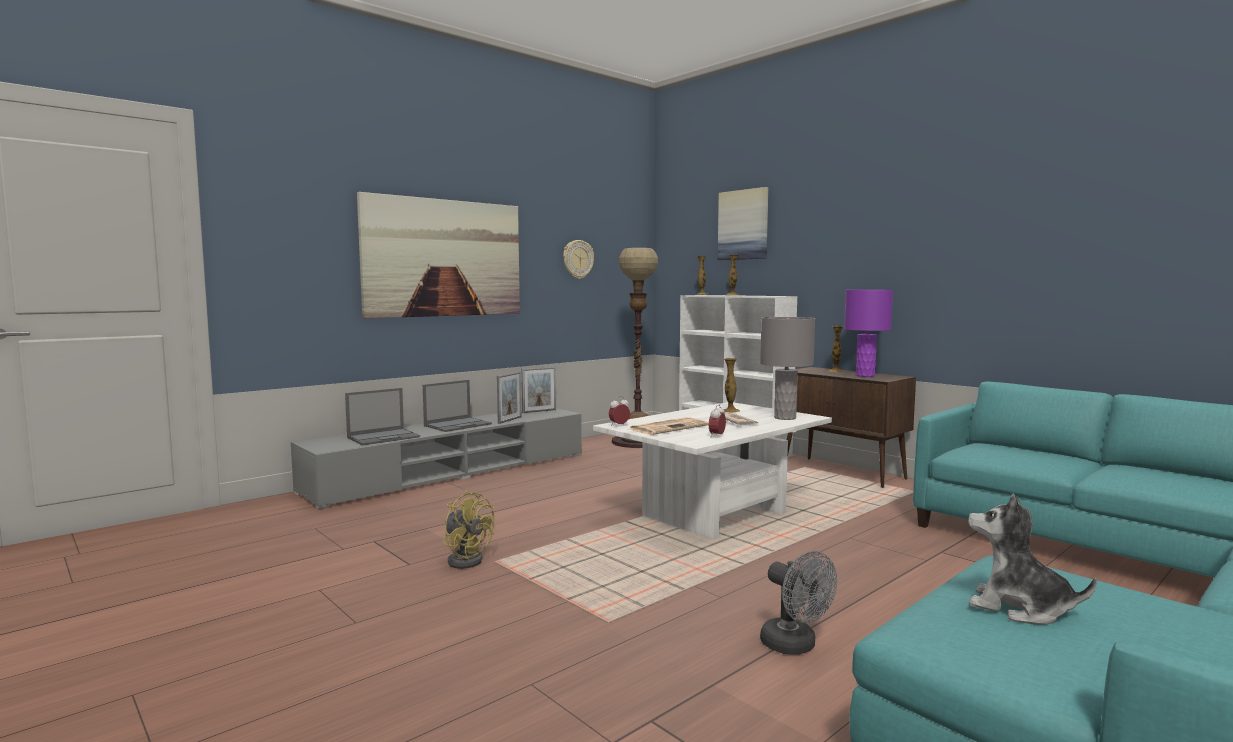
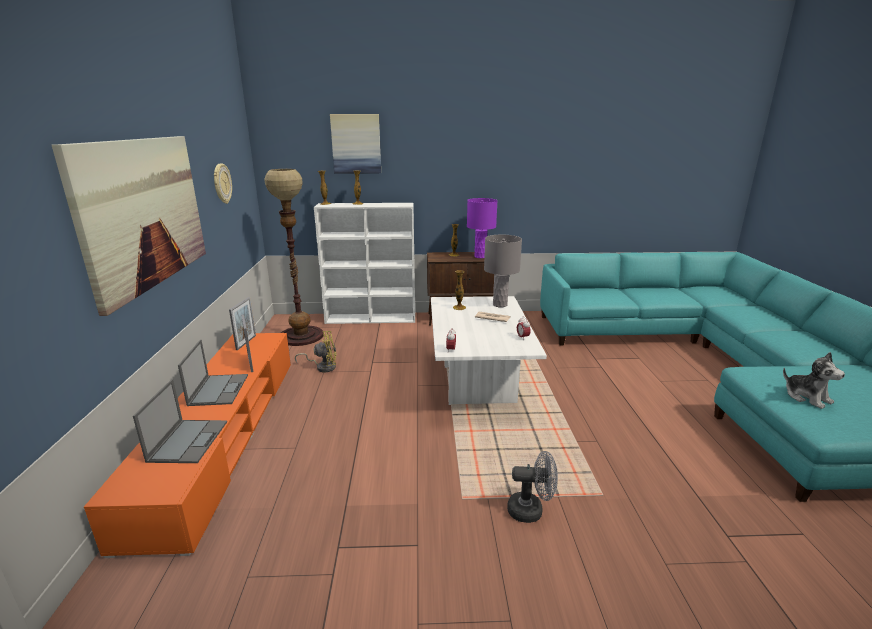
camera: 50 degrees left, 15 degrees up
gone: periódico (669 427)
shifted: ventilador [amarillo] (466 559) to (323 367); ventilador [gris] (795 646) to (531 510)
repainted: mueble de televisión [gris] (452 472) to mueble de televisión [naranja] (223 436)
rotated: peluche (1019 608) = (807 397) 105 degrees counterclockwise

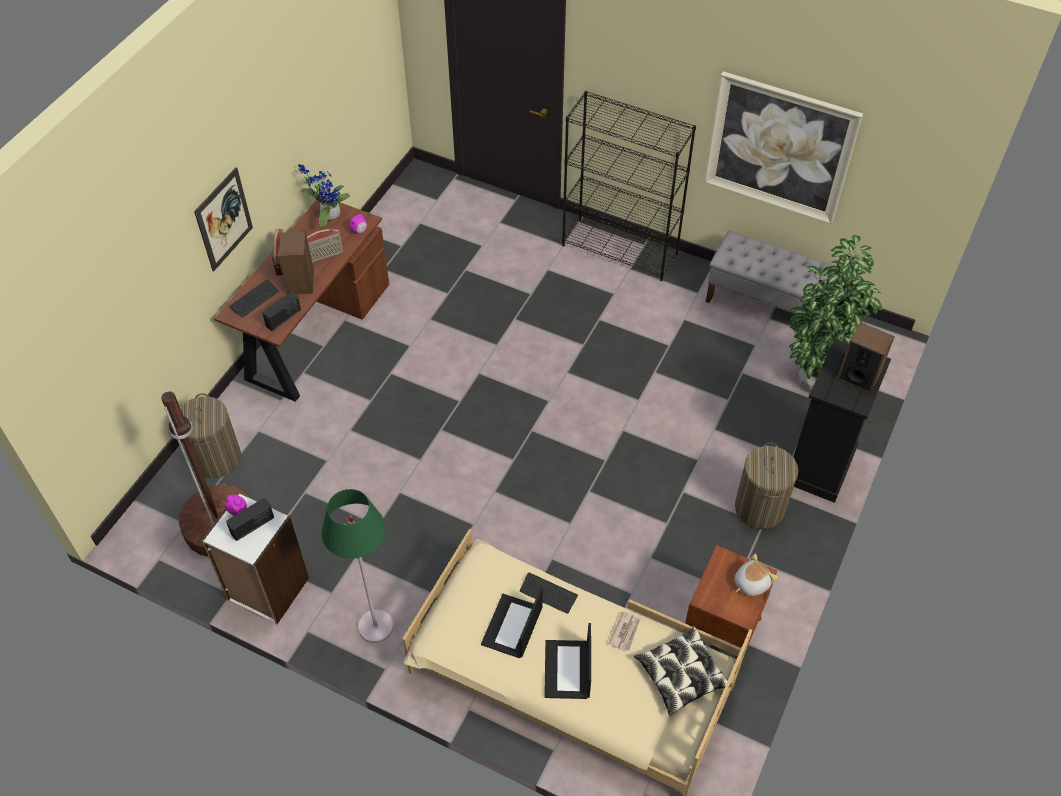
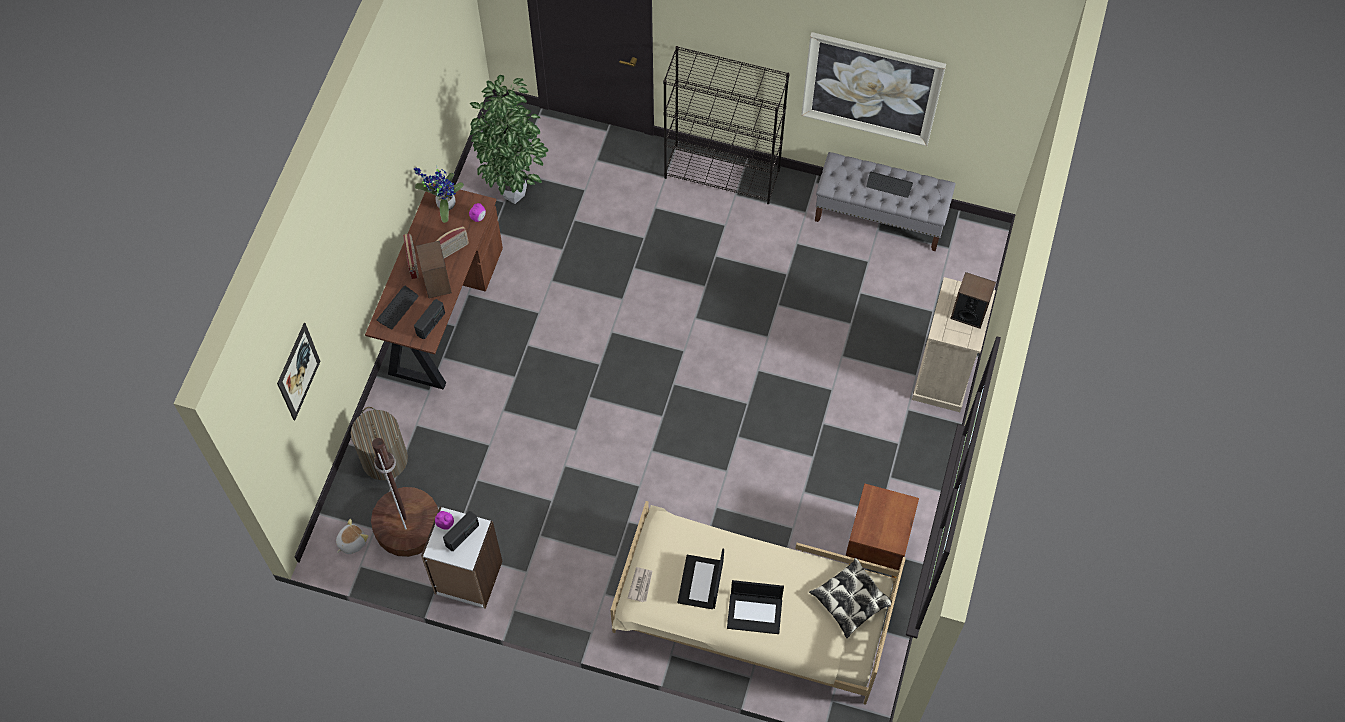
camera: 10 degrees left, 10 degrees up
gone: lámpara de pie [verde] (375 626); cesto de la ropa (759 508)
shifted: cuadro (224 219) to (298 371); teclado (548 593) to (889 185); periódico (625 632) to (641 585); peluche (751 582) to (351 542); planta en maceta (814 382) to (516 192)
repainted: cómoda [negro] (820 465) to cómoda [beis] (943 377)
rotated: portátil (568 670) = (755 612) 75 degrees counterclockwise

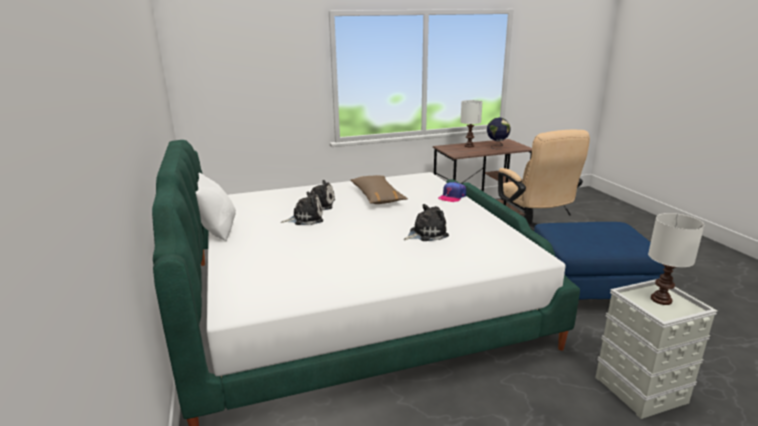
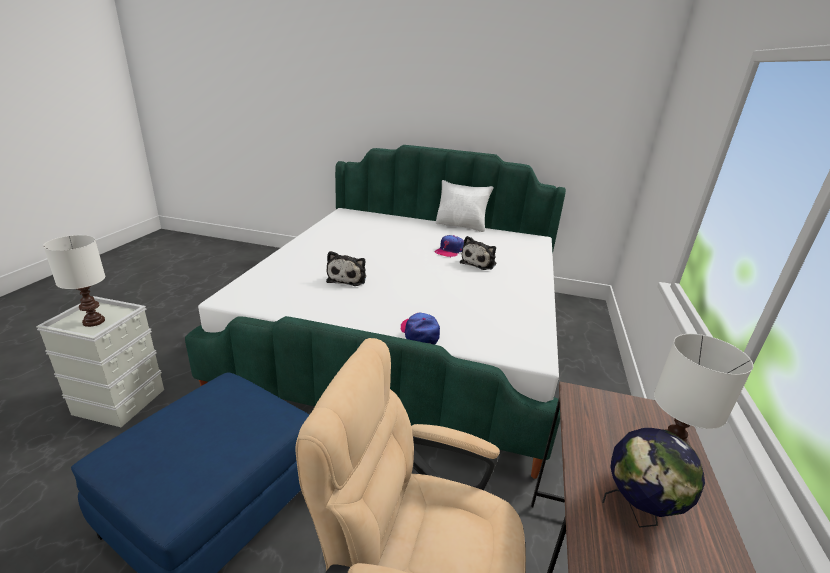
camera: 120 degrees right, 5 degrees up
gone: cojín [marrón] (377 197)
swapped: peluche (305 219) to gorra (449 251)

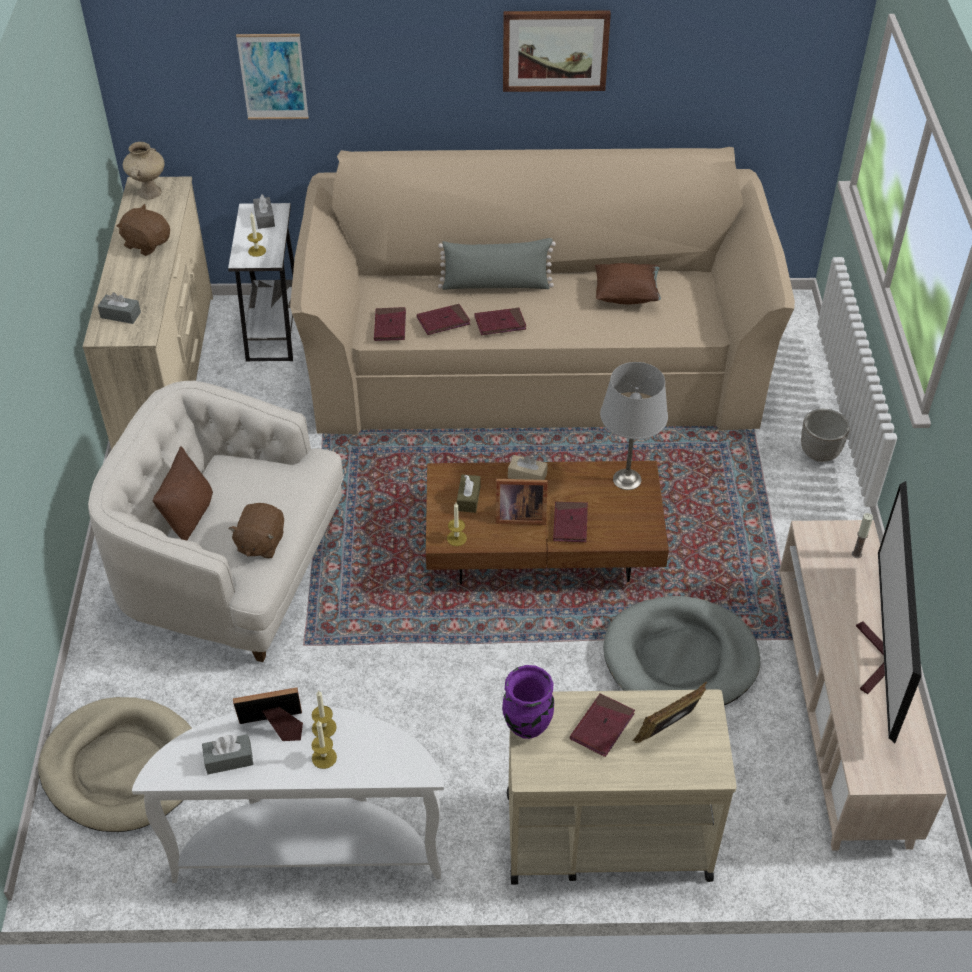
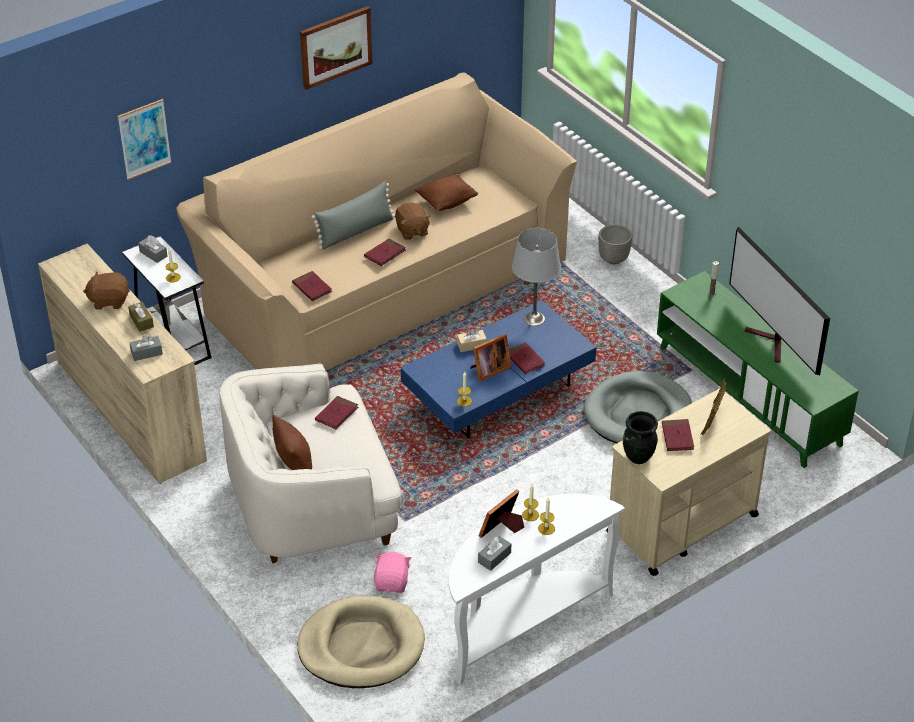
camera: 35 degrees left, 5 degrees down
gone: florero [beis] (149 192)
new: peluche [rosa] (392 582)
shifted: peluche [marrón] (260 543) to (412 231); libro [rojo] (443 321) to (336 414); caja de pañuelos [marrón] (468 498) to (141 321)
repainted: mesa de centro [marrón] (543 547) to mesa de centro [azul] (498 392); florero [morado] (526 726) to florero [negro] (638 457); mueble de televisión [beis] (841 710) to mueble de televisión [verde] (748 395)

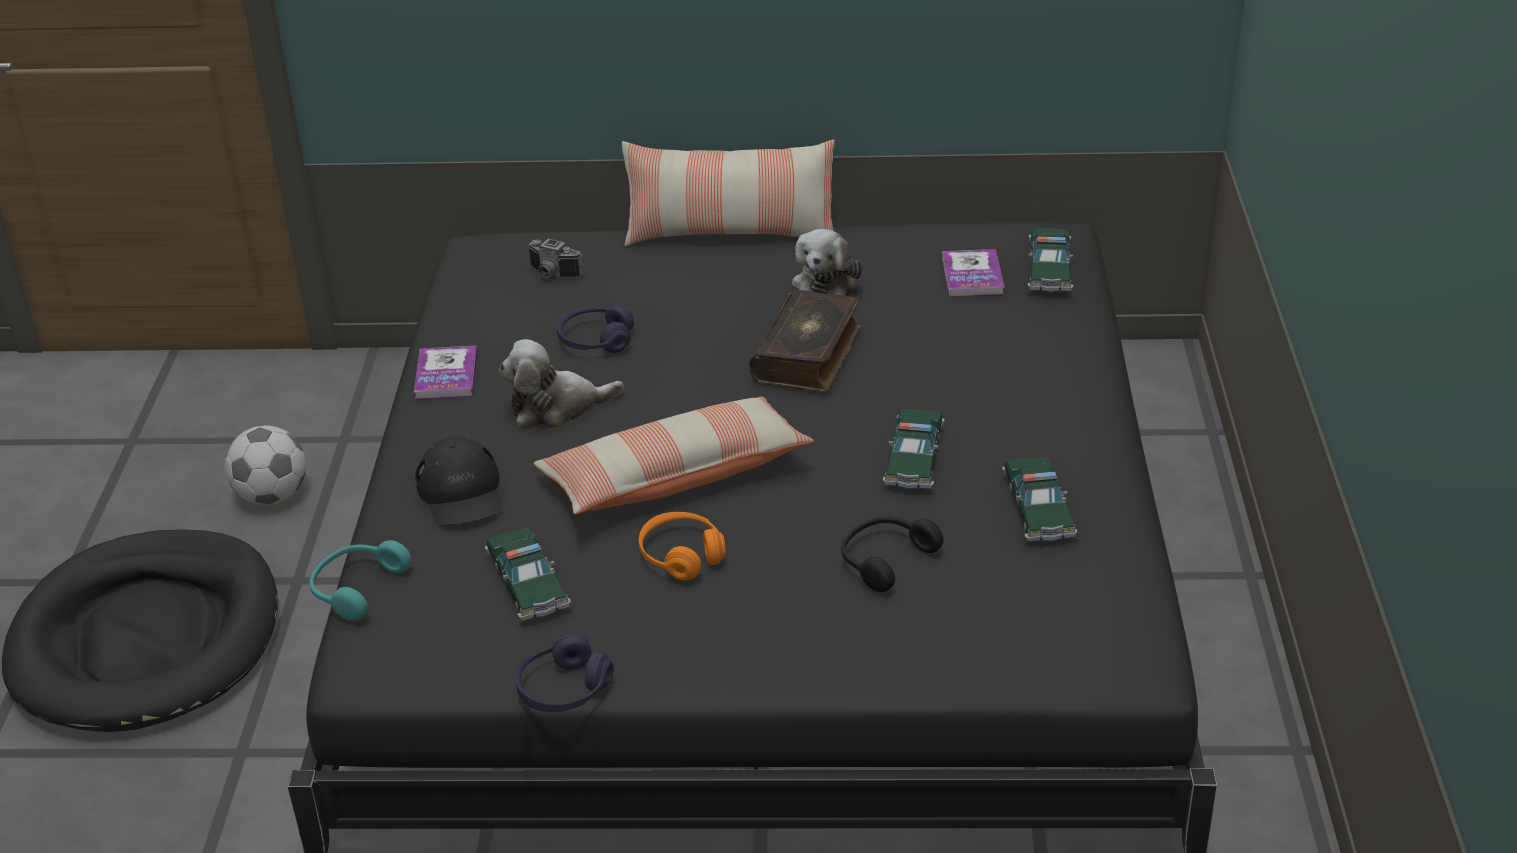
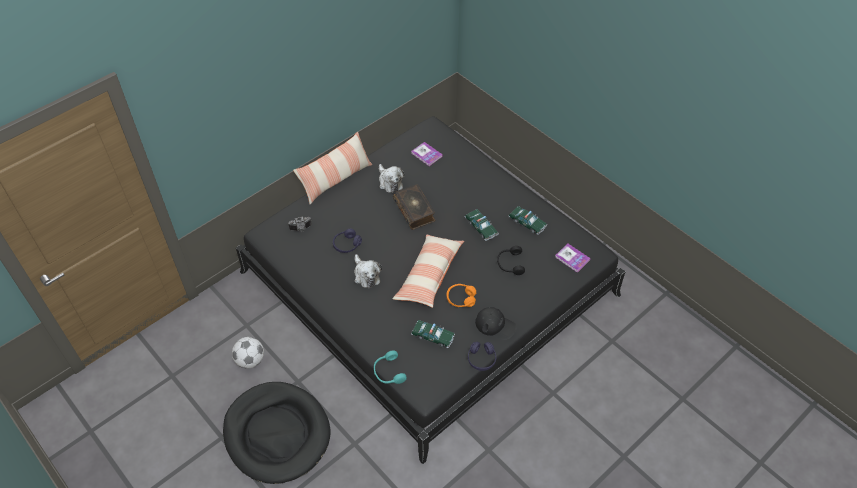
camera: 45 degrees left, 15 degrees up
gone: coche de juguete (1049 270)
shifted: libro (446 374) to (572 258); gorra [negro] (461 493) to (495 325)
rotated: peluche (556 407) = (366 275) 60 degrees counterclockwise

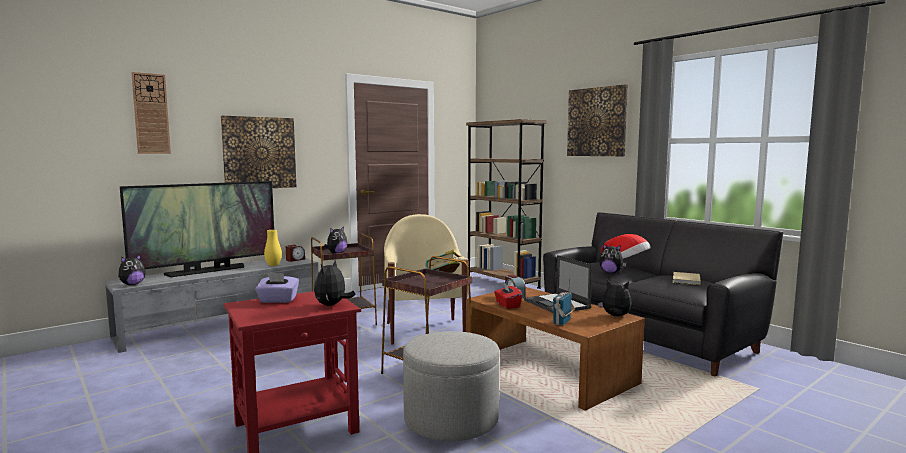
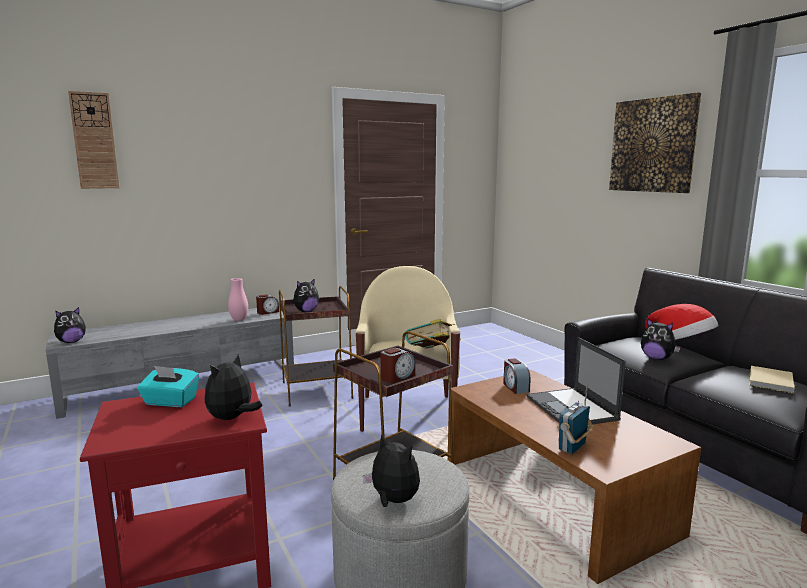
camera: 10 degrees right, 5 degrees up
gone: televisor (206 271); cuadro (259 153); estantería [marrón] (502 283); caja de pañuelos [rojo] (507 305)
new: despertador (397 377)
shifted: peluche (615 316) to (393 501)
repainted: caja de pañuelos [morado] (278 300) to caja de pañuelos [turquesa] (170 402); florero [amarillo] (273 265) to florero [rosa] (239 320)

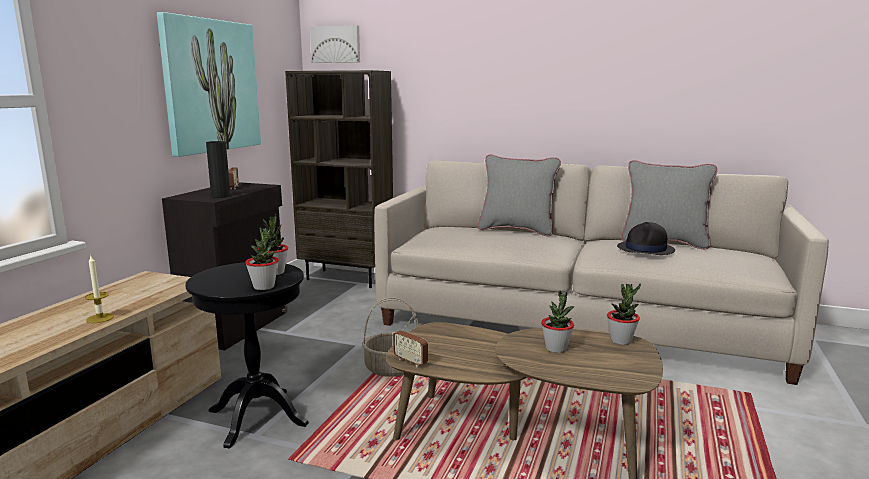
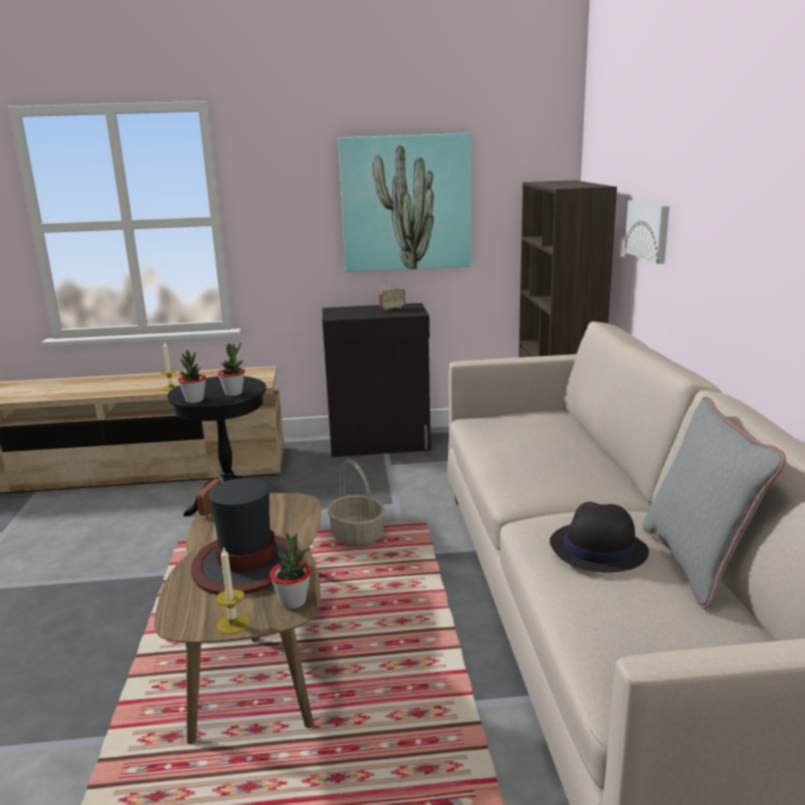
camera: 65 degrees right, 5 degrees up
gone: florero [negro] (220 196); cojín [gris] (517 230)
new: vela (233 623)
shifted: cuadro (336 44) to (649 230)
swapped: planta en maceta (556 349) to sombrero (247 565)

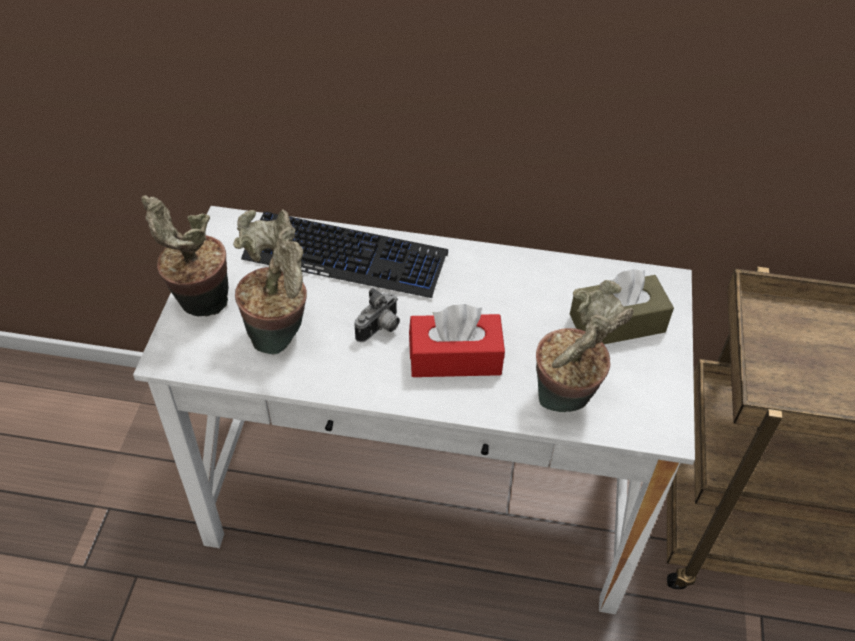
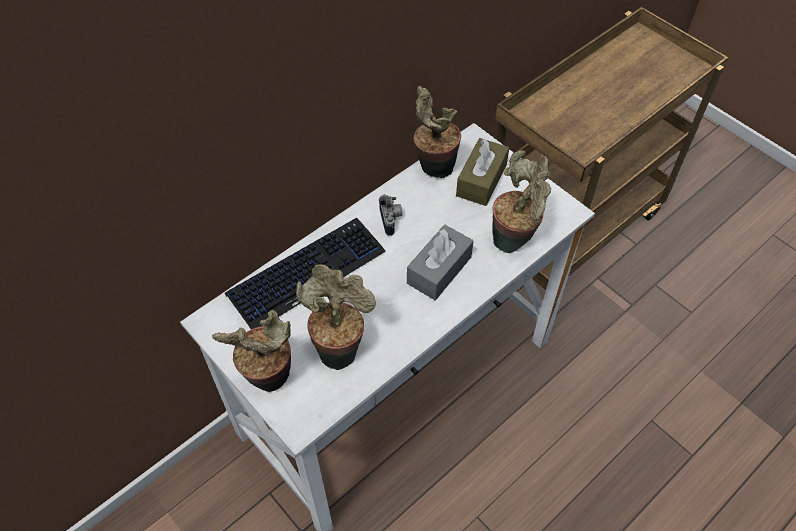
camera: 50 degrees left, 5 degrees up
new: planta en maceta (433 167)
shifted: cámara (380 329) to (391 220)
repainted: caja de pañuelos [rojo] (455 357) to caja de pañuelos [gris] (439 270)

